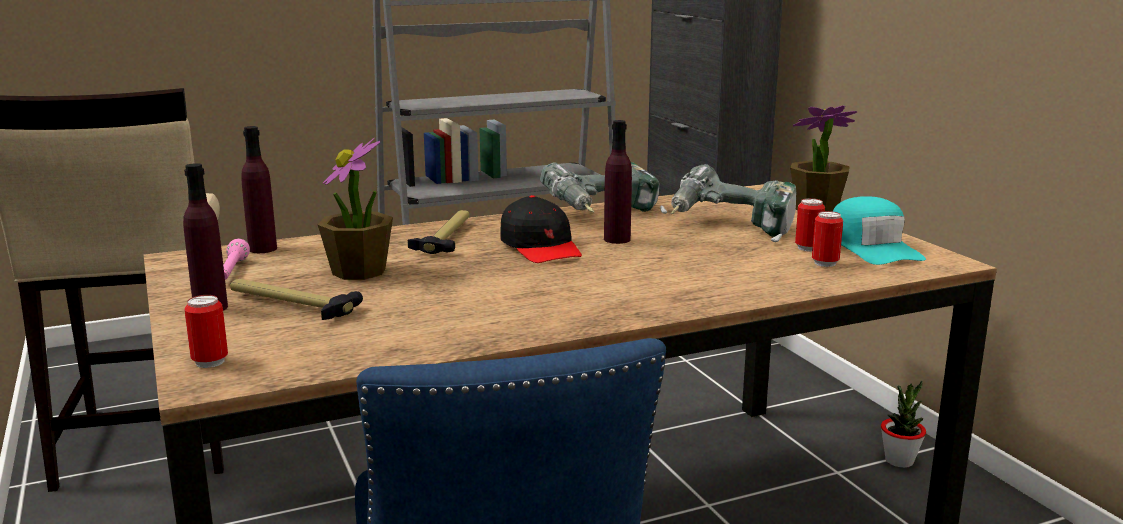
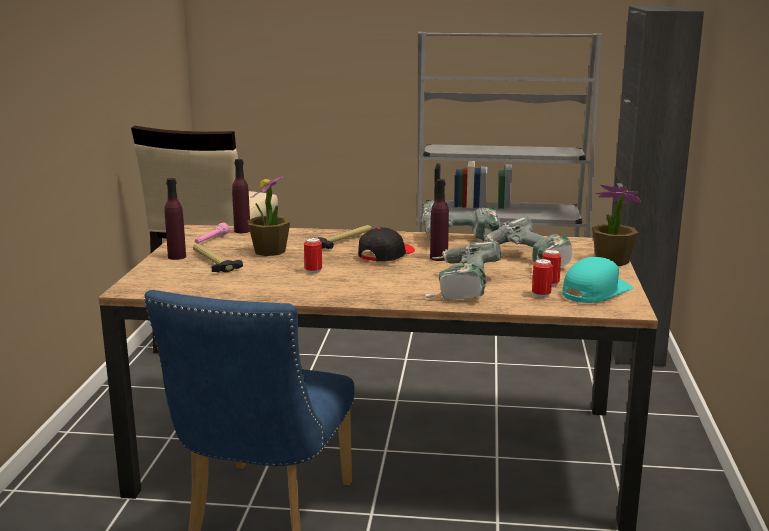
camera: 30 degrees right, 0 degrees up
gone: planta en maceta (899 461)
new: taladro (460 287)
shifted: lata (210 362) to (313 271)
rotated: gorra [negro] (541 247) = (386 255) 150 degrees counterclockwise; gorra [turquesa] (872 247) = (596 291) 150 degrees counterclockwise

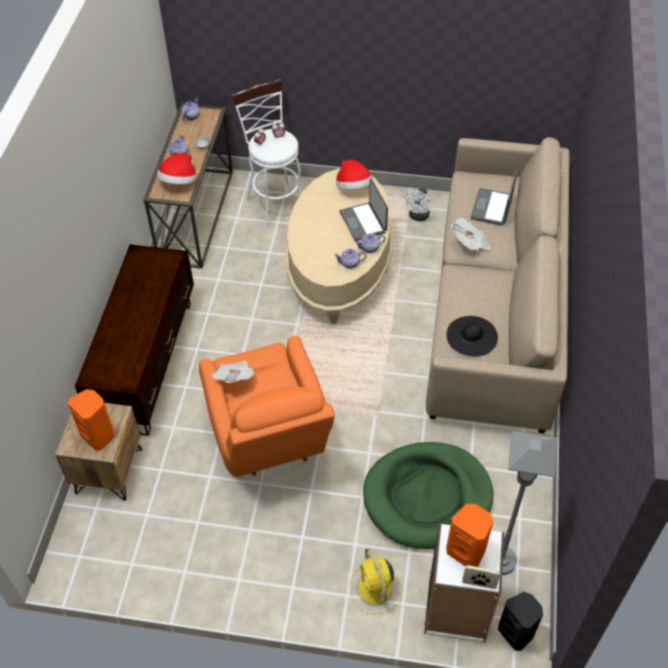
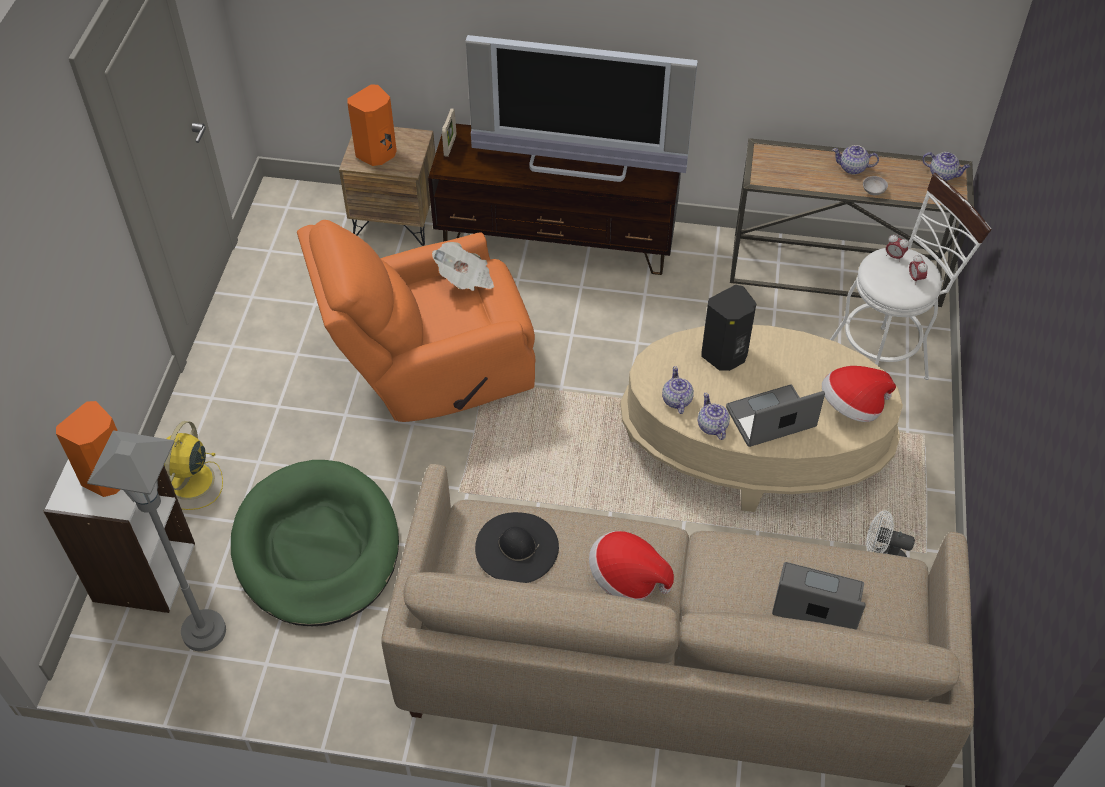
camera: 90 degrees right, 0 degrees up
gone: periódico (470 243)
new: televisor (580 163)
shifted: sombrero (179 182) to (627 578); portarretratos (479 584) to (450 146); altavoz [negro] (516 632) to (725 356)
rotated: ventilador [amarillo] (375 590) = (190 482) 60 degrees counterclockwise

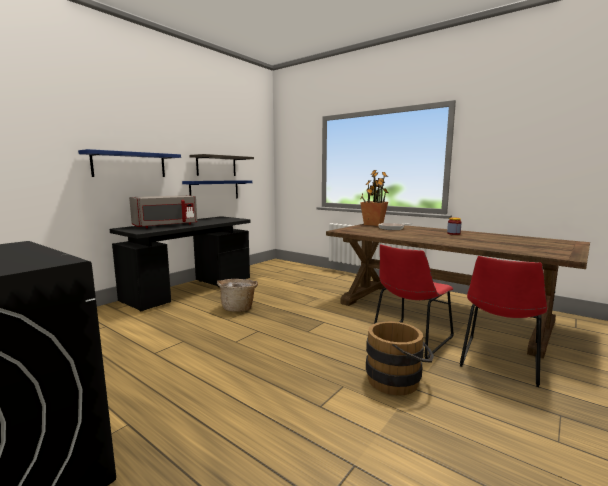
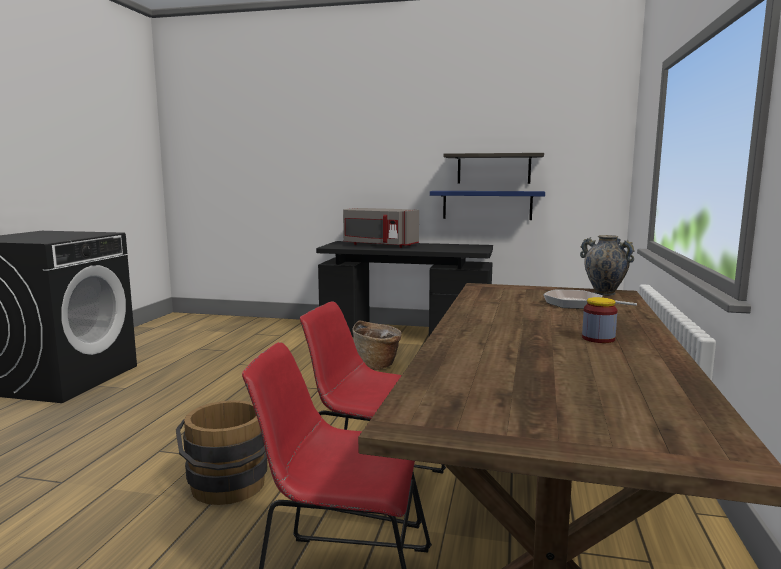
camera: 65 degrees right, 0 degrees up
gone: estante [azul] (129 165)
swapped: planta en maceta (373 224) to florero (604 293)

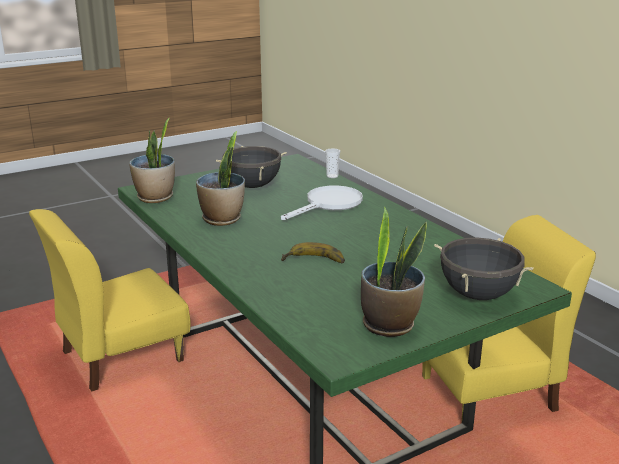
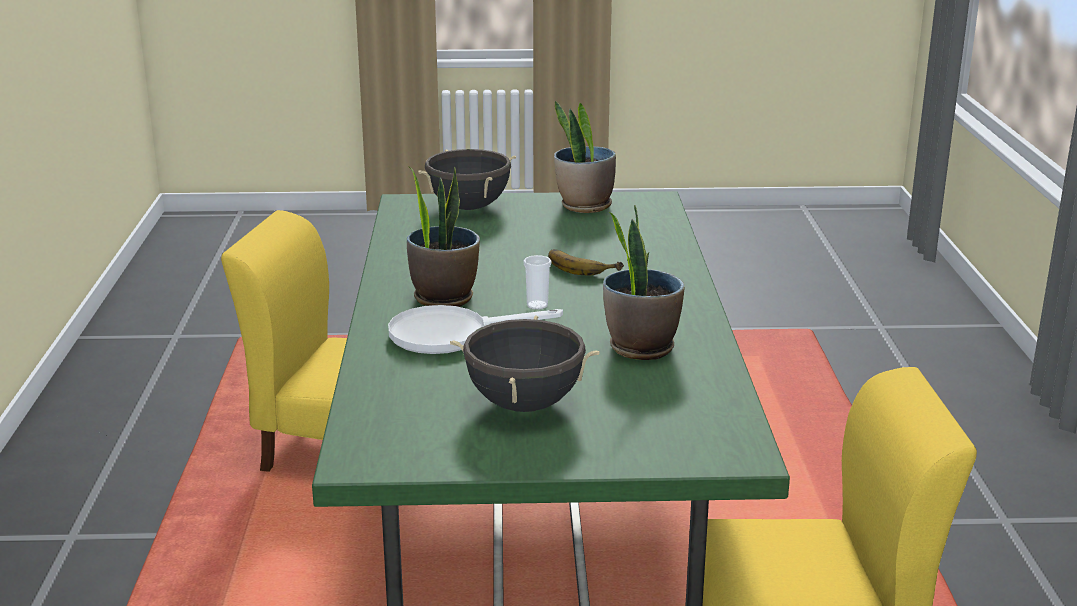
camera: 150 degrees left, 0 degrees up
shifted: planta en maceta (155 198) to (444 298); taza (332 176) to (537 305)

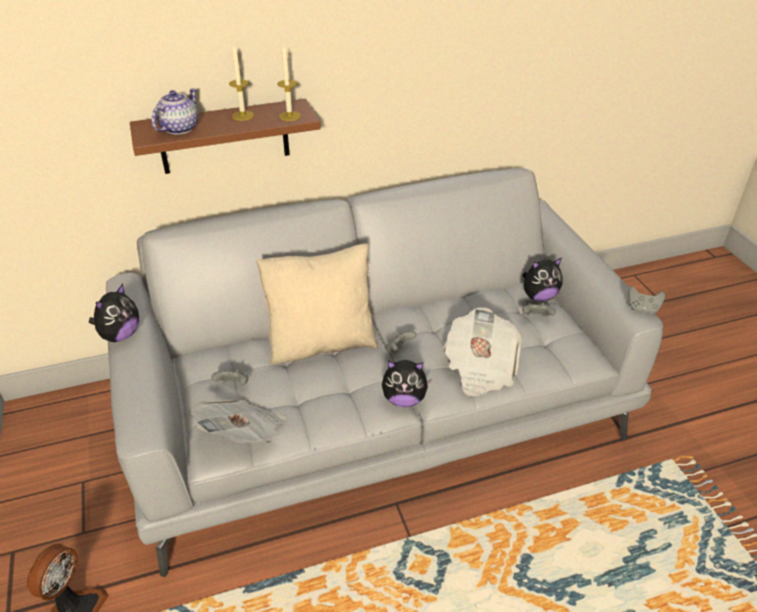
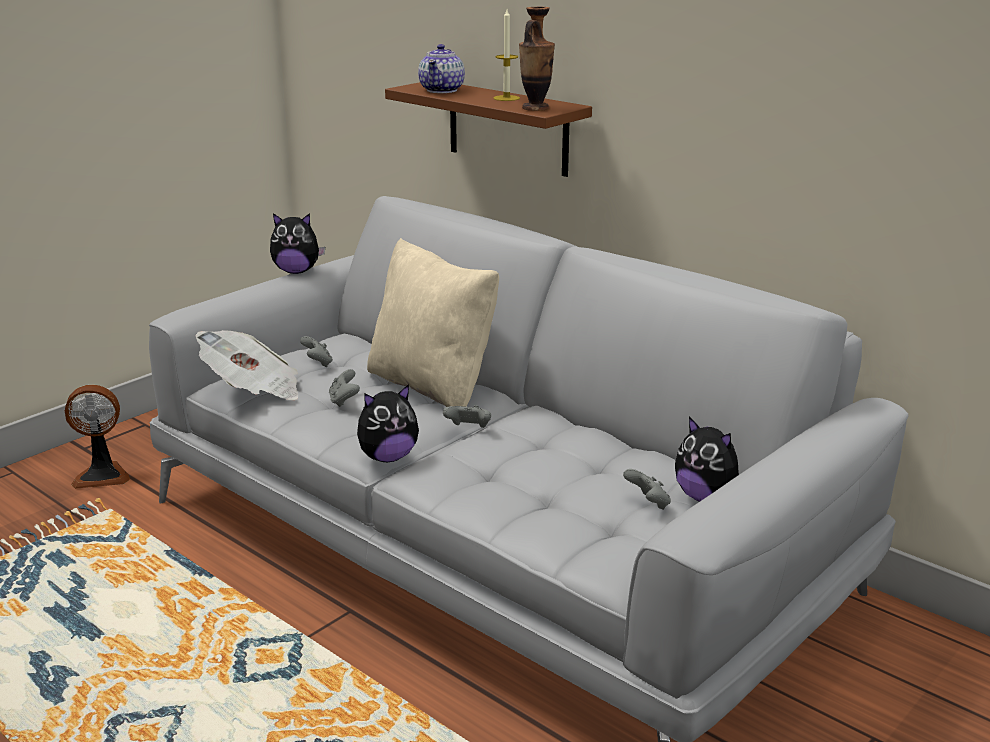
camera: 60 degrees right, 15 degrees down
gone: periódico (480 368)
shifted: mando de consola [gris] (642 308) to (344 400)
swapped: vela (289 116) to florero (535 108)
rotated: tetera (178 128) = (442 90) 105 degrees clockwise; peluche (404 399) = (387 457) 90 degrees counterclockwise

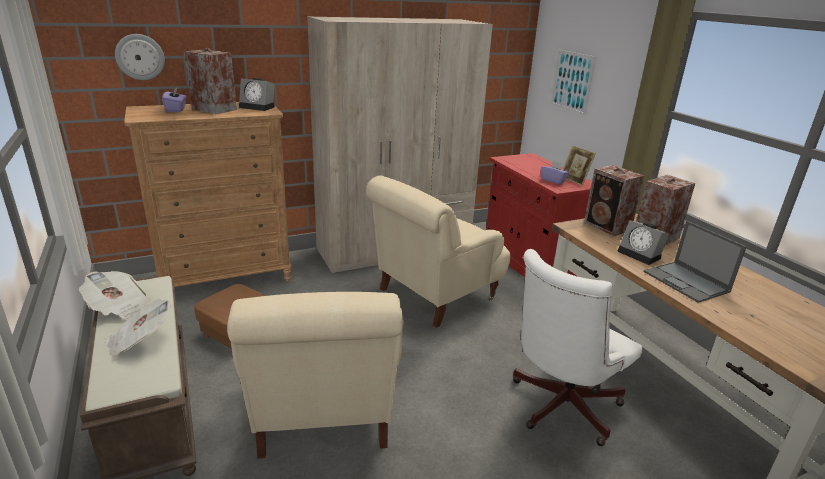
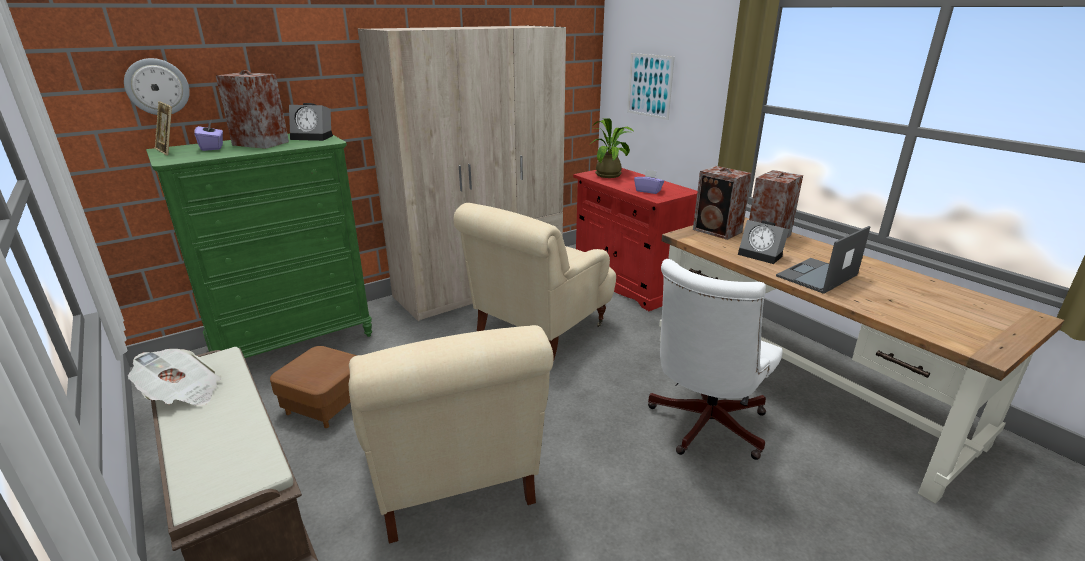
camera: 10 degrees left, 0 degrees up
gone: periódico (140 340)
new: planta en maceta (610 174)
shifted: portarretratos (574 180) to (169 151)
repainted: cómoda [marrón] (226 277) to cómoda [verde] (293 342)
rotated: portátil (687 282) = (816 276) 90 degrees clockwise

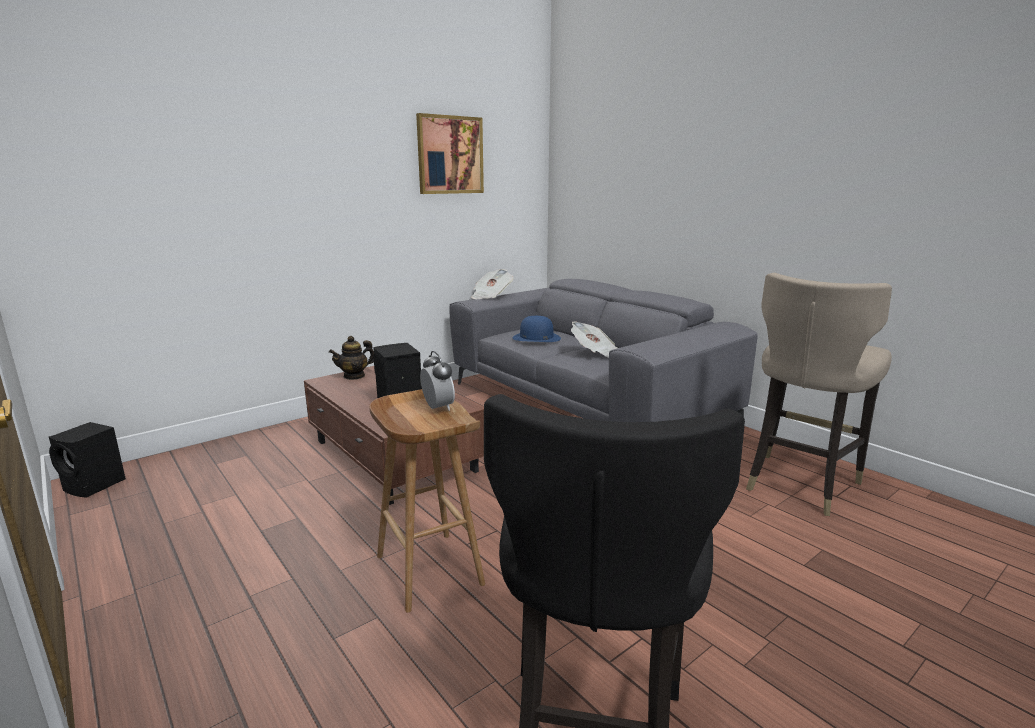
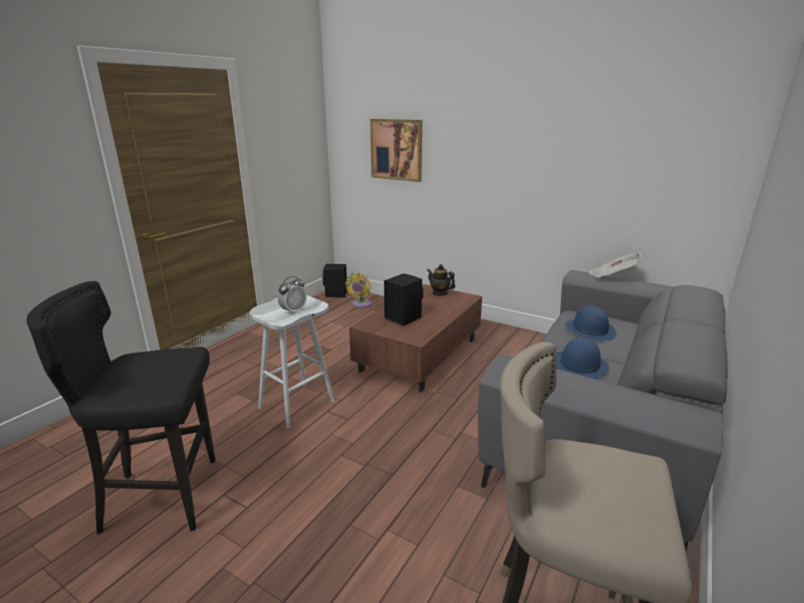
camera: 70 degrees right, 5 degrees up
new: ventilador [amarillo] (360 304)
shifted: cuadro (450 155) to (396 149)
swapped: periódico (595 353) to sombrero [azul] (579 365)
repainted: taburete [marrón] (427 569) to taburete [blanco] (297 404)

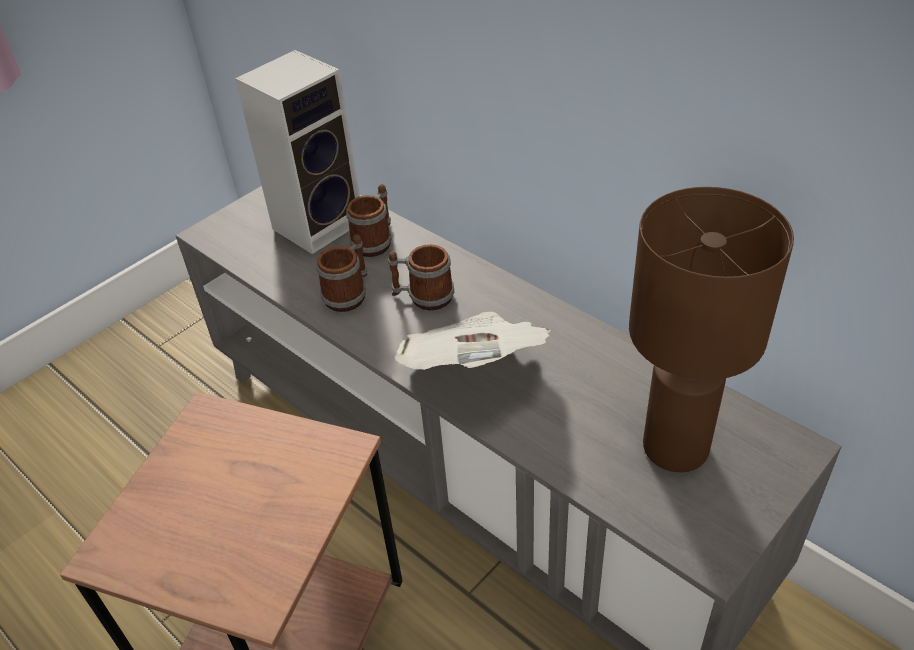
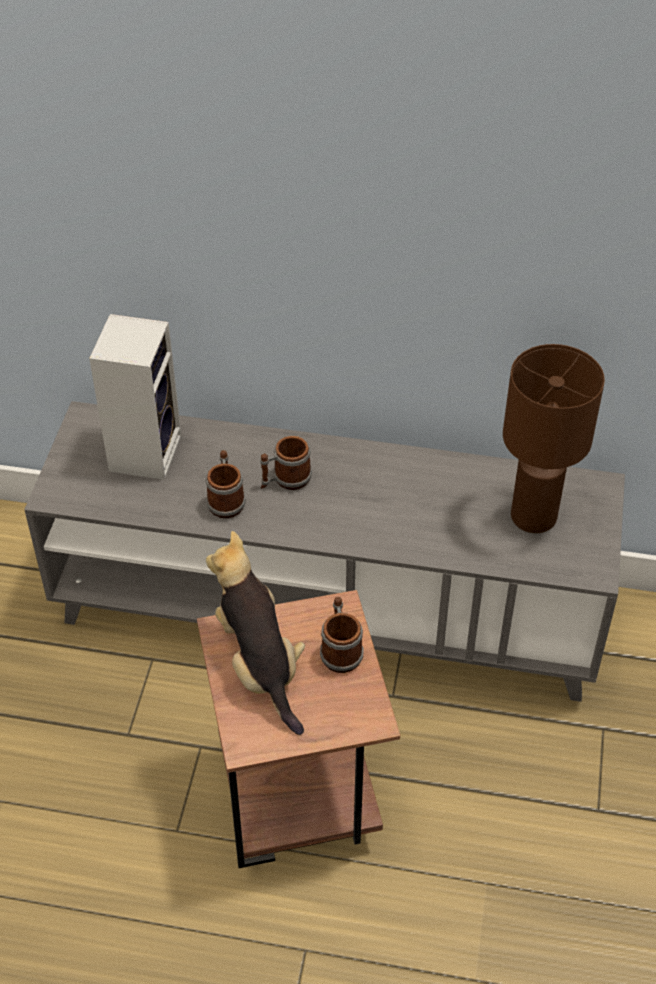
camera: 35 degrees left, 5 degrees up
gone: periódico (474 368)
new: peluche (259 664)
shifted: taza grande (375 240) to (340 650)

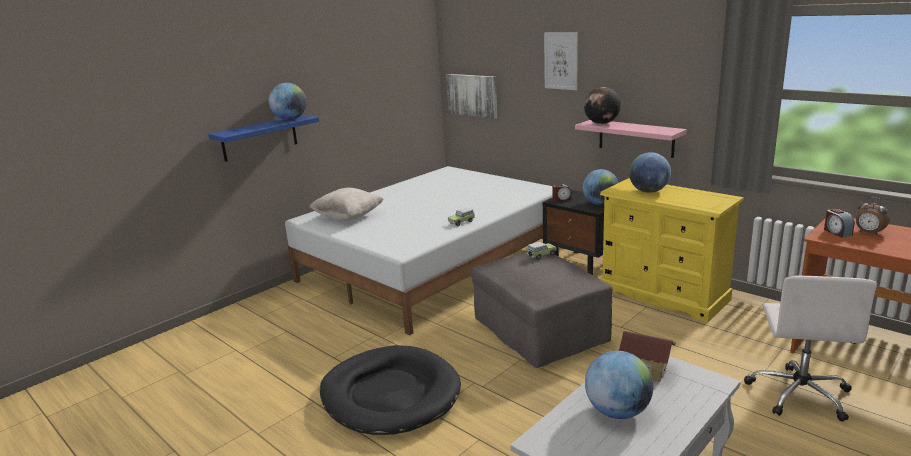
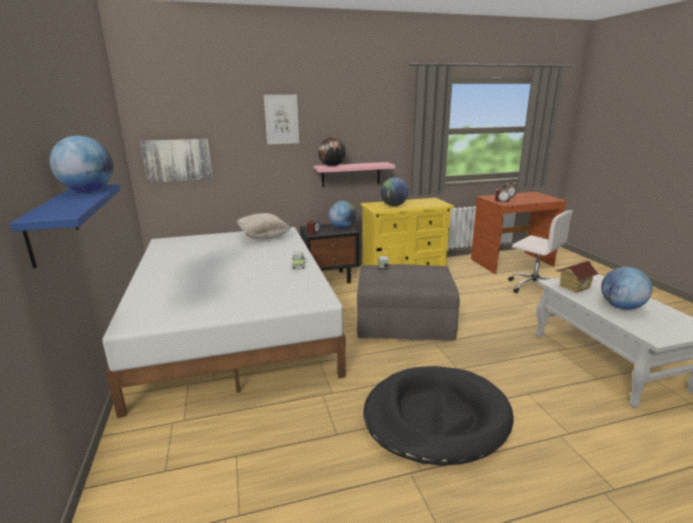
camera: 60 degrees left, 0 degrees up
shifted: cojín [beis] (348 217) to (263 237)

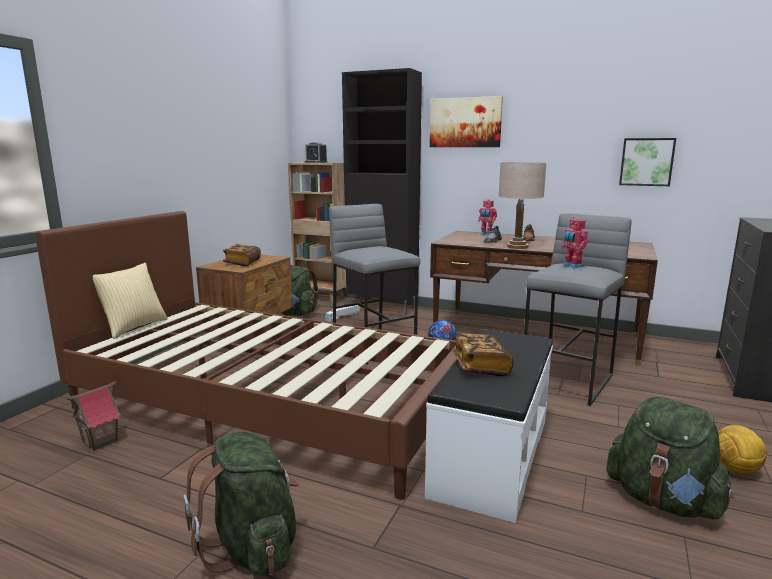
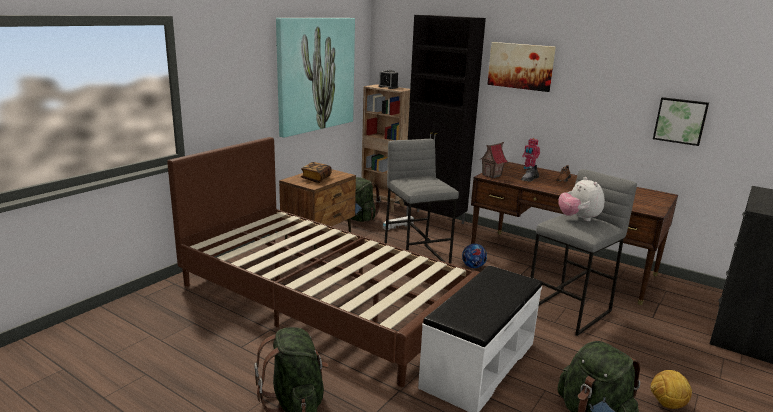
camera: 10 degrees right, 5 degrees up
gone: cojín (133 327); libro (481 367); lámpara de mesa [beis] (517 247)
new: cuadro (315 74)
shifted: casita (100 441) to (492 175)
swapped: robot de juguete (572 266) to peluche (578 218)

